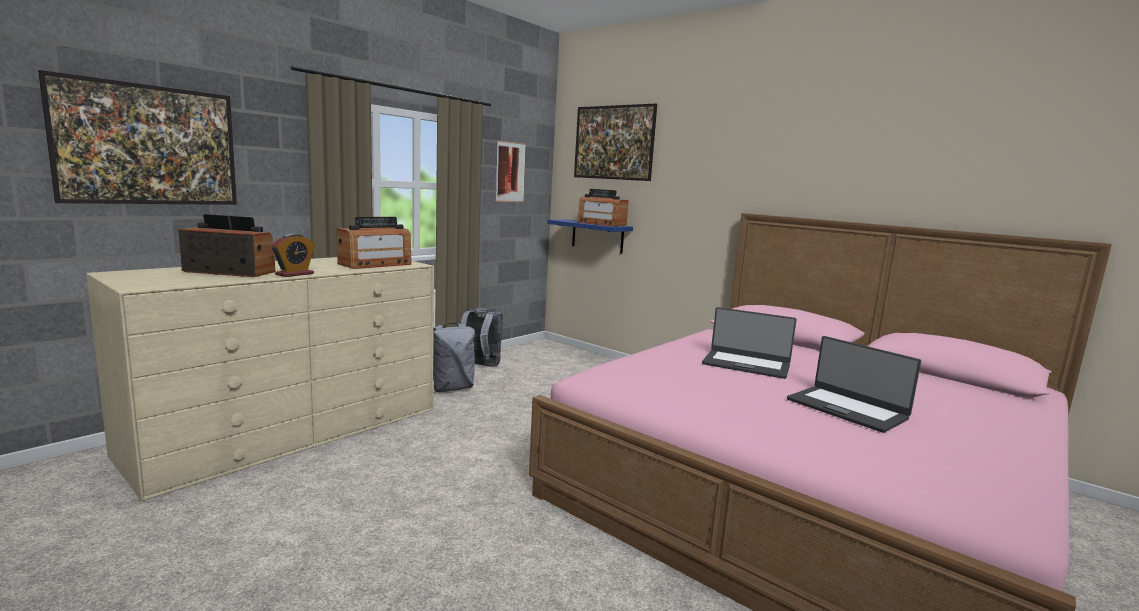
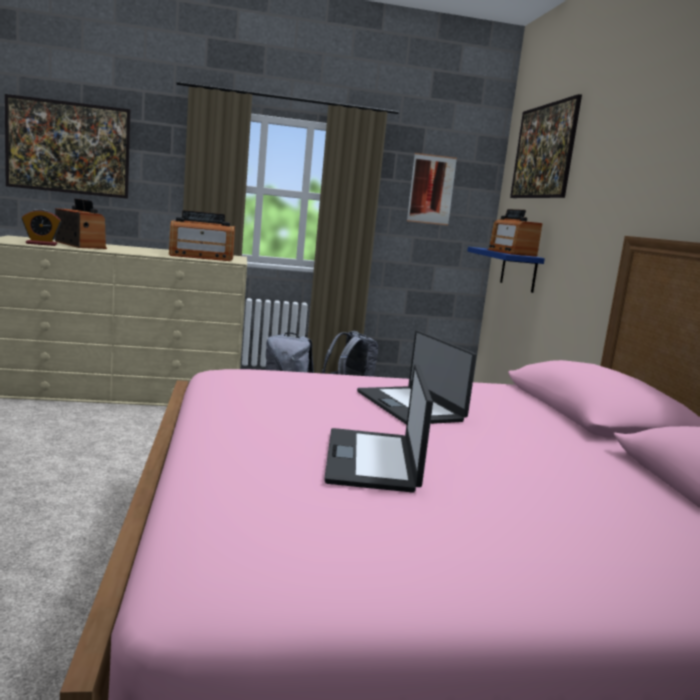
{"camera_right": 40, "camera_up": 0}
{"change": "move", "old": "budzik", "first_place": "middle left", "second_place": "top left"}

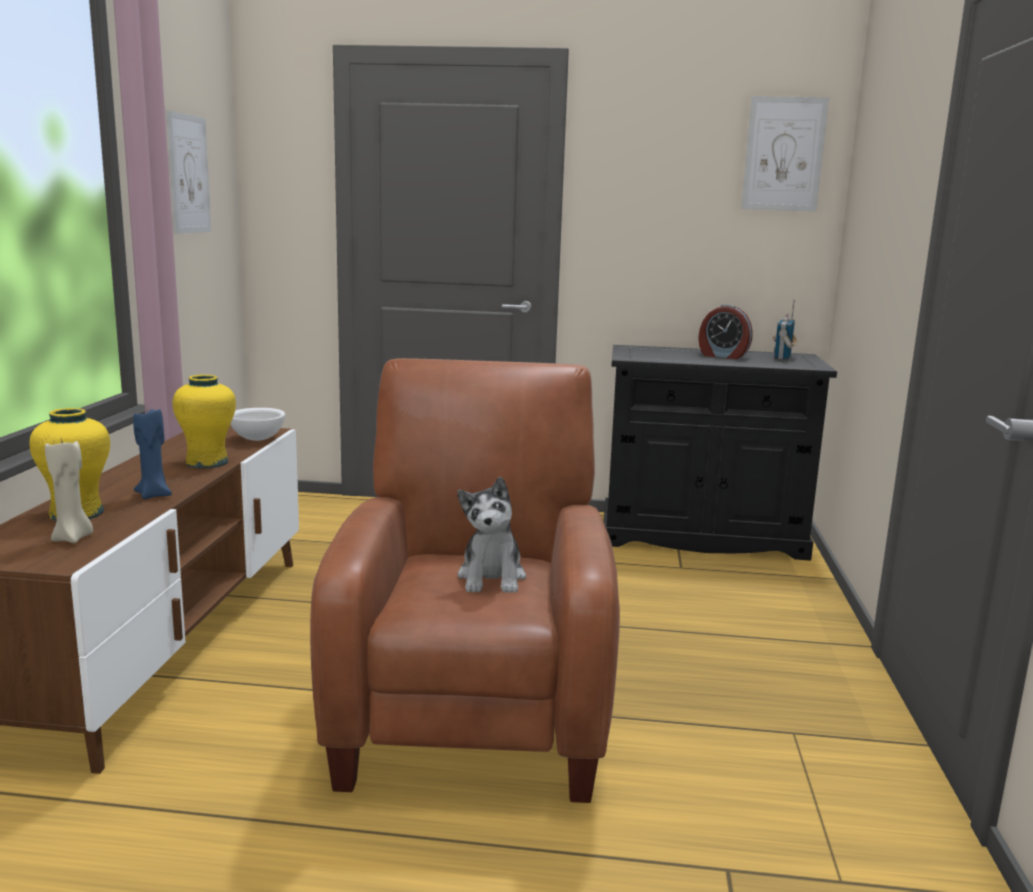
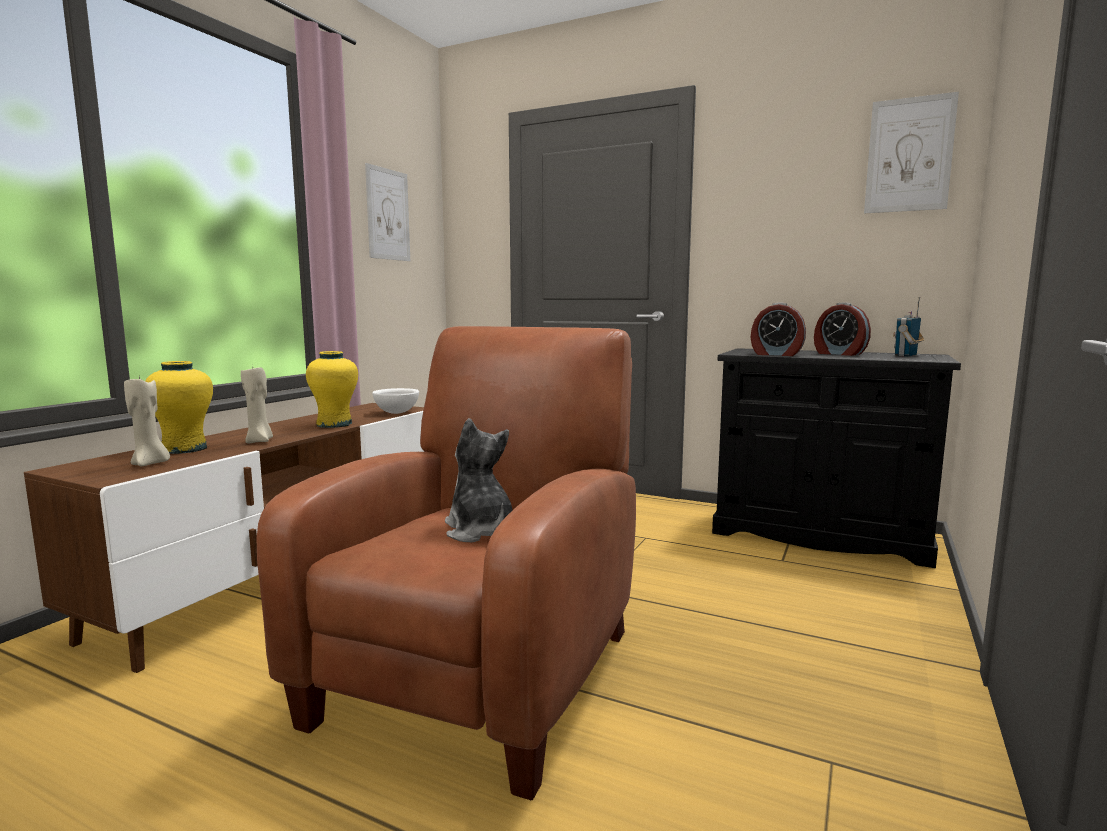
{"camera_right": 20, "camera_up": -5}
{"change": "insert", "new": "budzik (1st from left)", "second_place": "middle right"}
{"change": "recolor", "old": "świeca/niebieski", "new": "świeca/beżowy (2nd from left)", "first_place": "middle left", "second_place": "middle left"}
{"change": "rotate", "old": "pluszak", "first_place": "centre", "second_place": "centre", "degrees": 135}

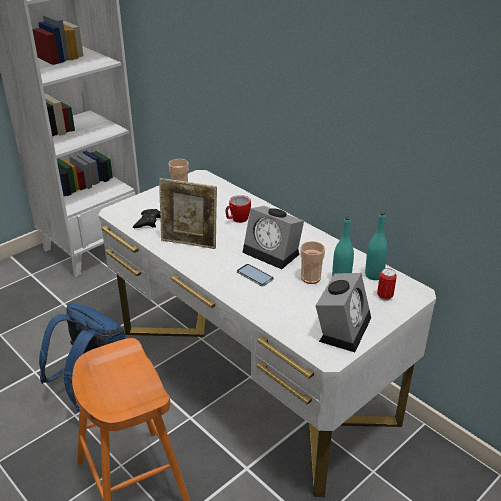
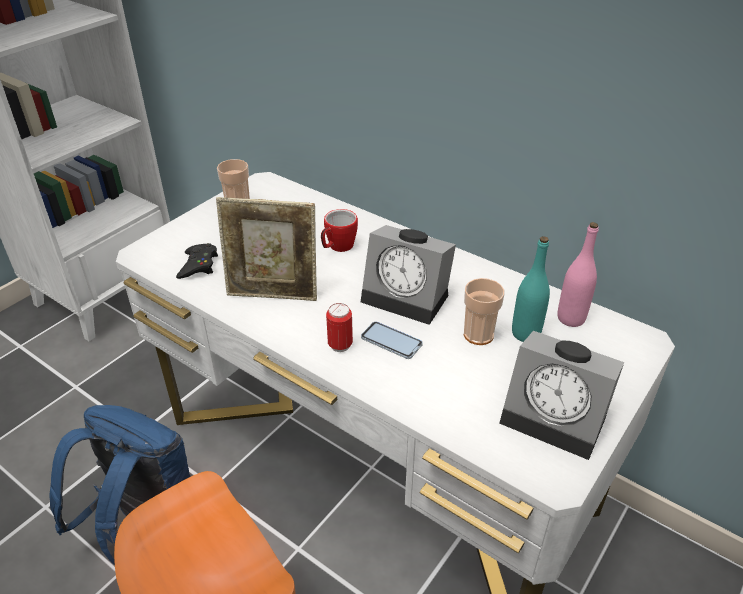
{"camera_right": -10, "camera_up": 5}
{"change": "move", "old": "puszka", "first_place": "middle right", "second_place": "centre"}
{"change": "recolor", "old": "butelka/turkusowy (2nd from left)", "new": "butelka/różowy", "first_place": "middle right", "second_place": "middle right"}
{"change": "rotate", "old": "budzik (2nd from left)", "first_place": "middle right", "second_place": "middle right", "degrees": 105}

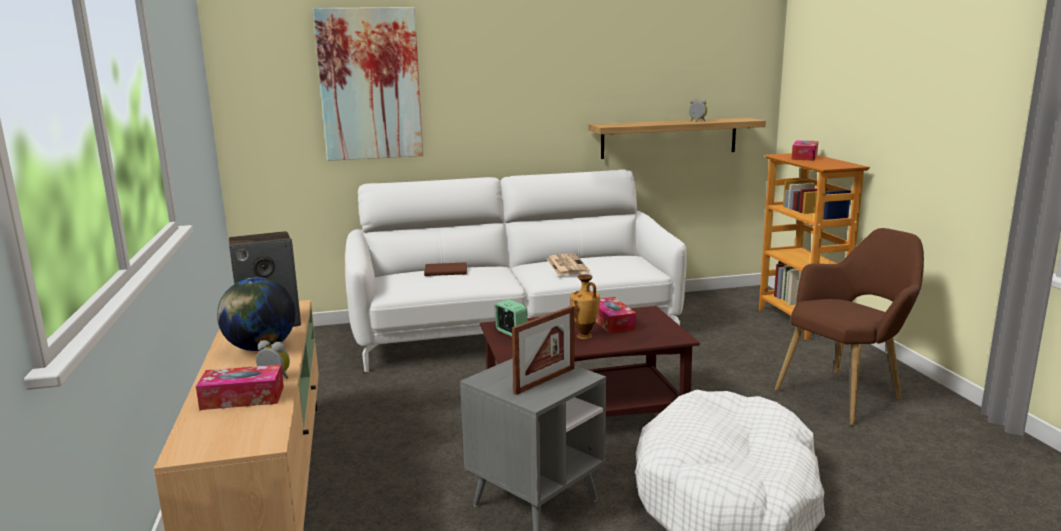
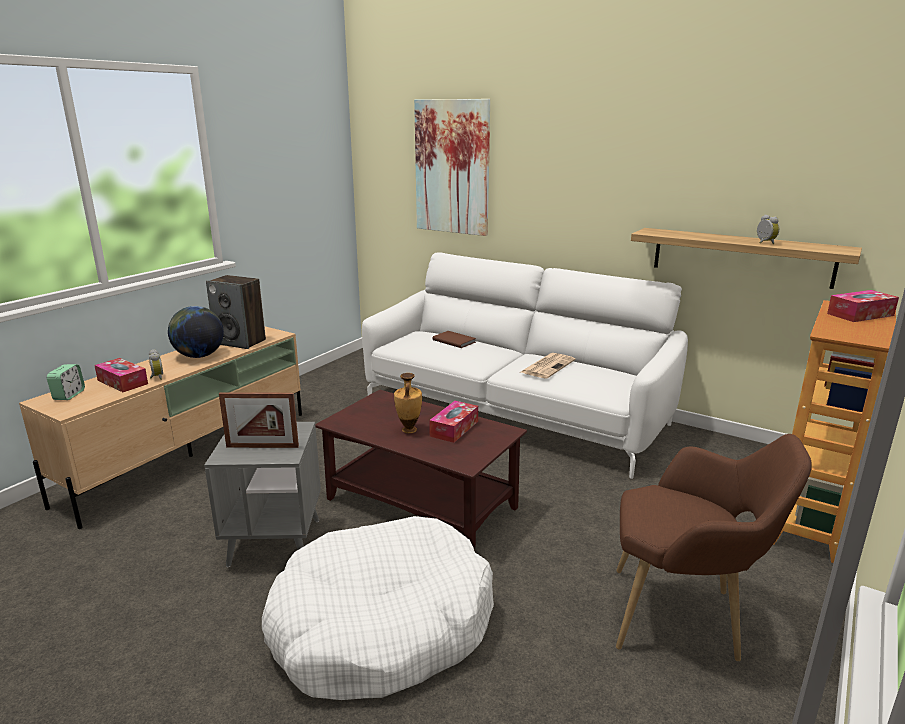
{"camera_right": 45, "camera_up": 5}
{"change": "move", "old": "budzik (2nd from left in the first image)", "new": "budzik (1st from left)", "first_place": "centre", "second_place": "middle left"}

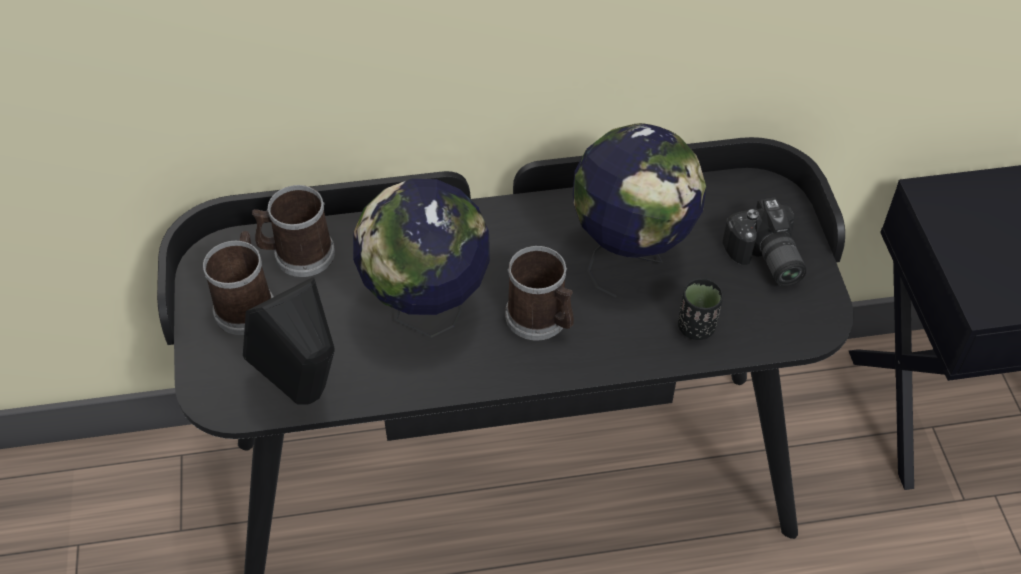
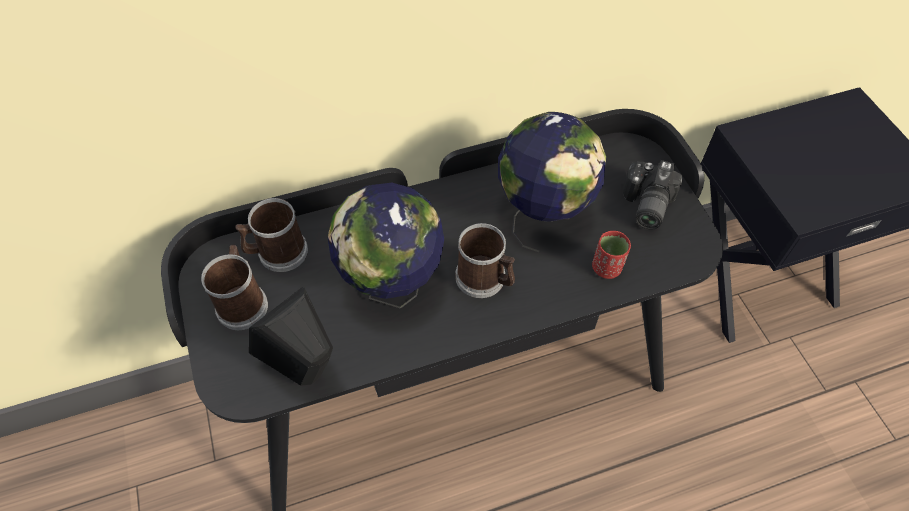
{"camera_right": -10, "camera_up": 5}
{"change": "recolor", "old": "filiżanka/czarny", "new": "filiżanka/czerwony", "first_place": "middle right", "second_place": "middle right"}
{"change": "rotate", "old": "aparat fotograficzny", "first_place": "middle right", "second_place": "middle right", "degrees": 45}

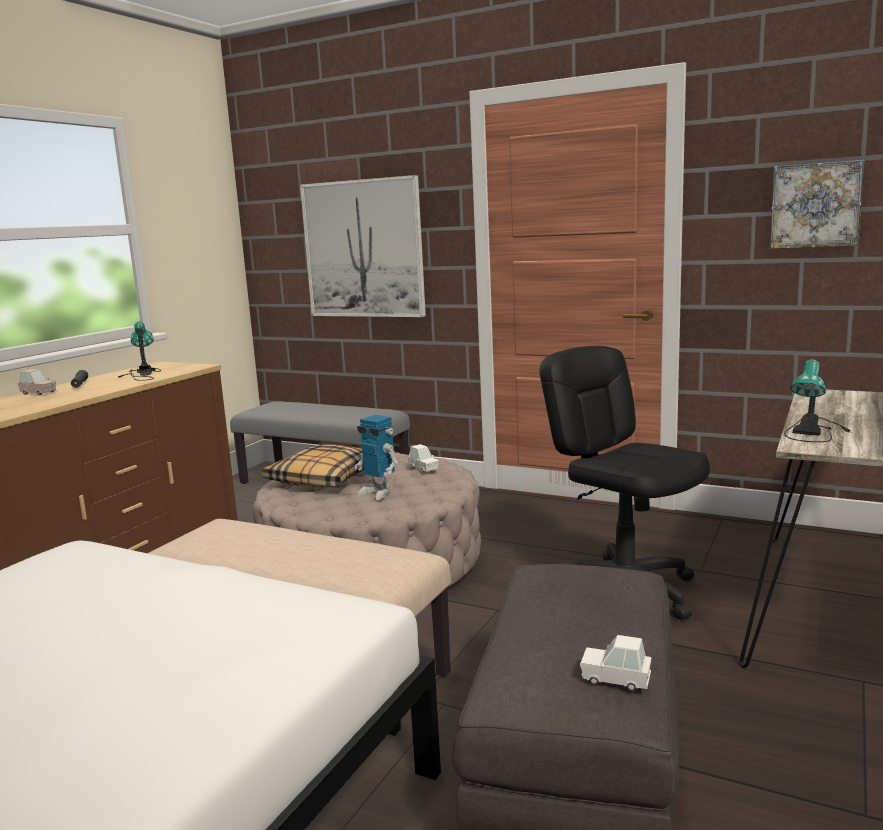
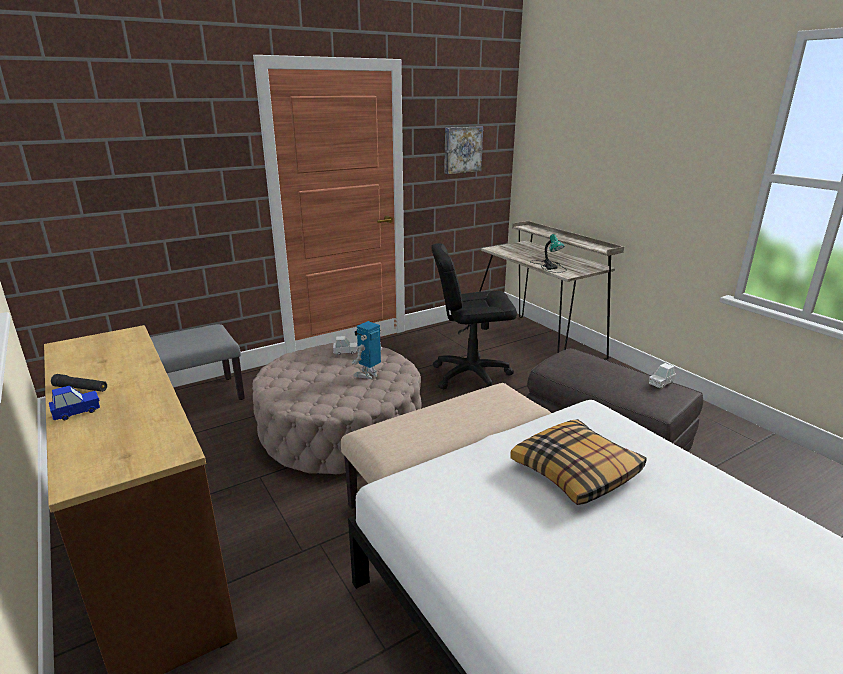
{"camera_right": -60, "camera_up": 10}
{"change": "delete", "old": "lampa stołowa (1st from left)", "first_place": "middle left"}
{"change": "delete", "old": "obraz (1st from left)", "first_place": "top centre"}
{"change": "move", "old": "poduszka", "first_place": "centre", "second_place": "bottom right"}
{"change": "recolor", "old": "samochodzik/różowy", "new": "samochodzik/niebieski", "first_place": "middle left", "second_place": "middle left"}
{"change": "rotate", "old": "robot zabawkowy", "first_place": "centre", "second_place": "centre", "degrees": 150}

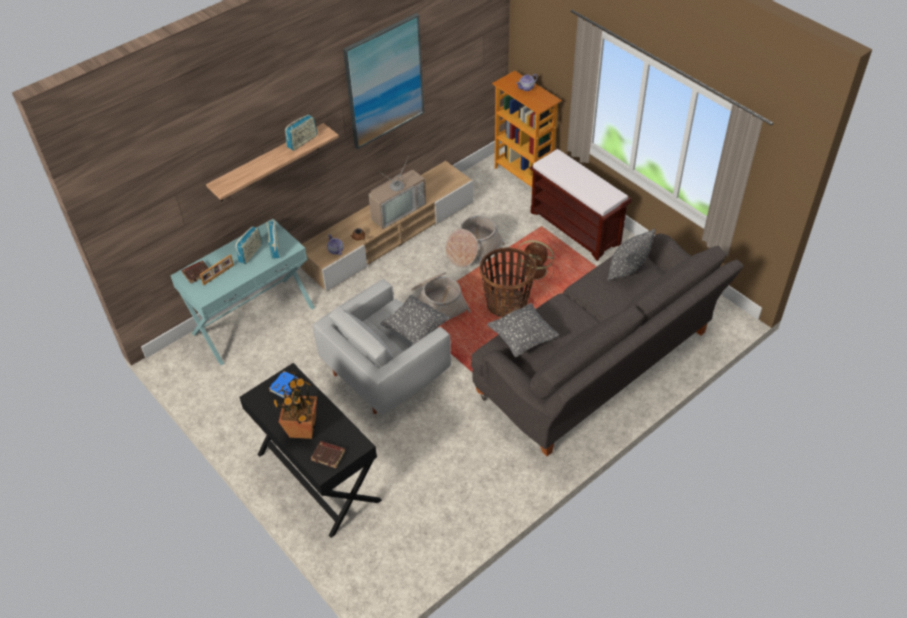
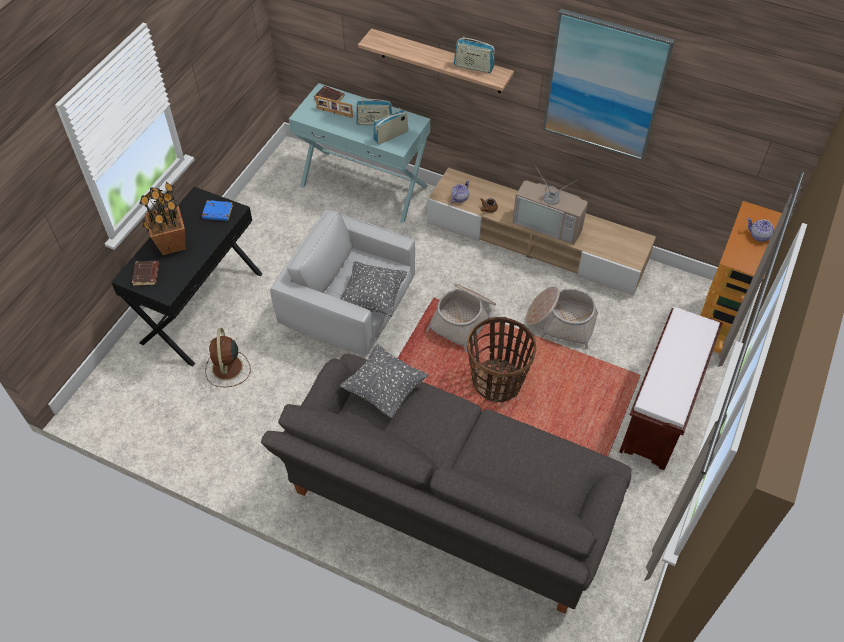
{"camera_right": 65, "camera_up": 5}
{"change": "delete", "old": "poduszka/szary (3rd from left)", "first_place": "middle right"}
{"change": "move", "old": "wentylator/brązowy", "first_place": "centre", "second_place": "middle left"}

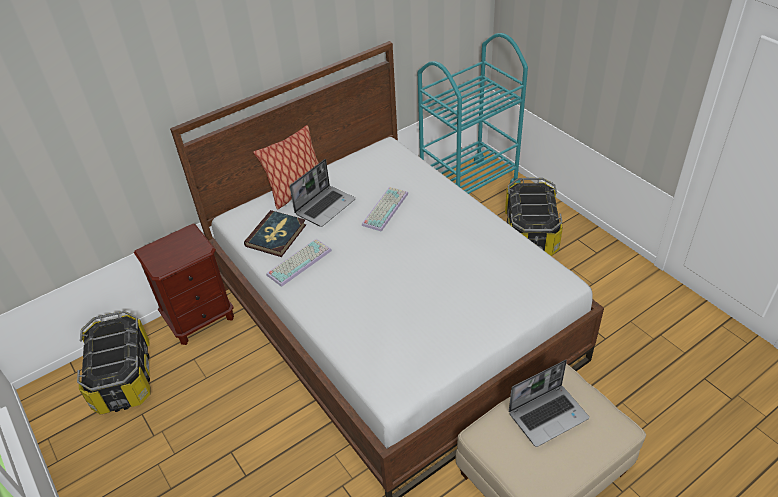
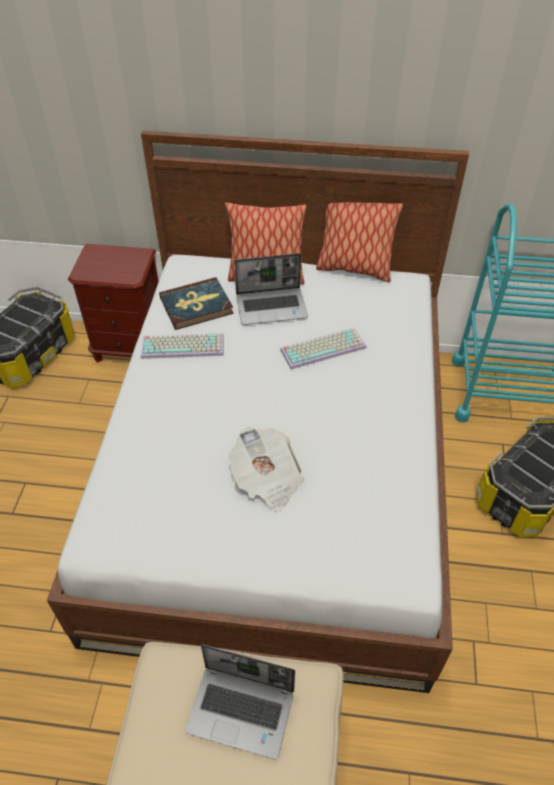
{"camera_right": 40, "camera_up": 5}
{"change": "insert", "new": "gazeta", "second_place": "centre"}
{"change": "insert", "new": "poduszka (2nd from left)", "second_place": "top centre"}

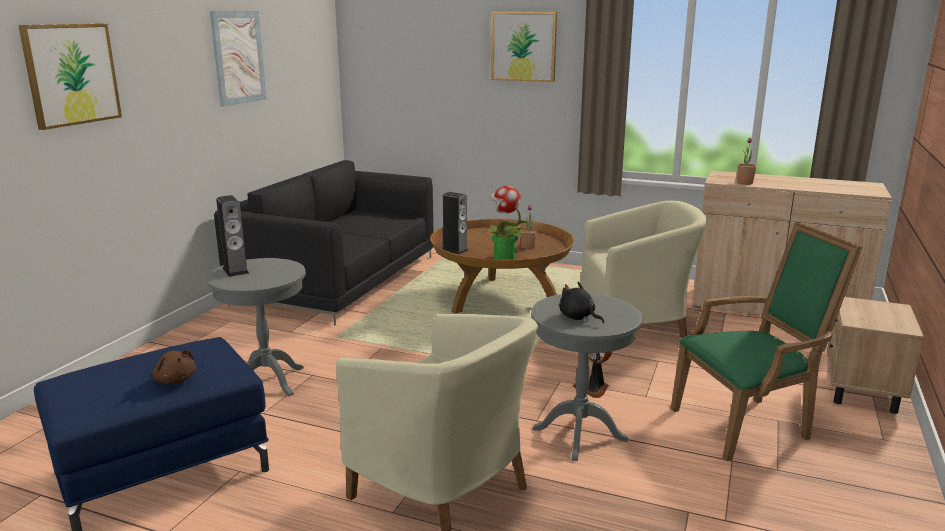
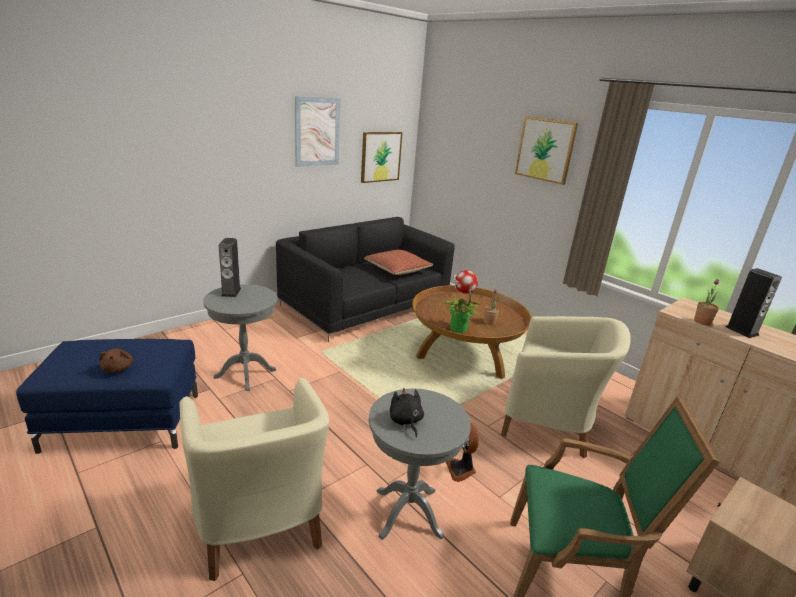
{"camera_right": 25, "camera_up": 5}
{"change": "insert", "new": "poduszka", "second_place": "centre"}
{"change": "move", "old": "obraz (1st from left in the first image)", "new": "obraz (2nd from left)", "first_place": "top left", "second_place": "top centre"}
{"change": "move", "old": "głośnik (2nd from left)", "first_place": "centre", "second_place": "middle right"}

